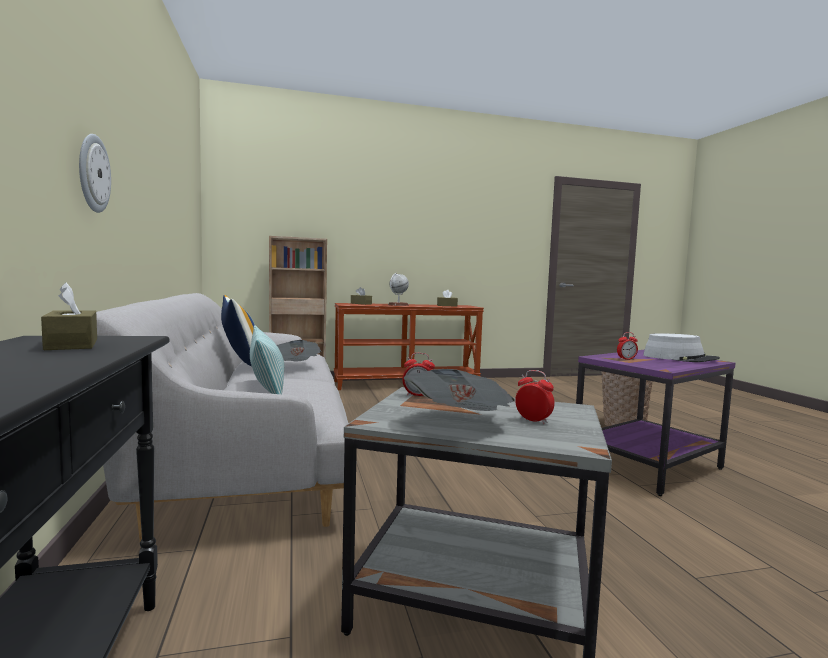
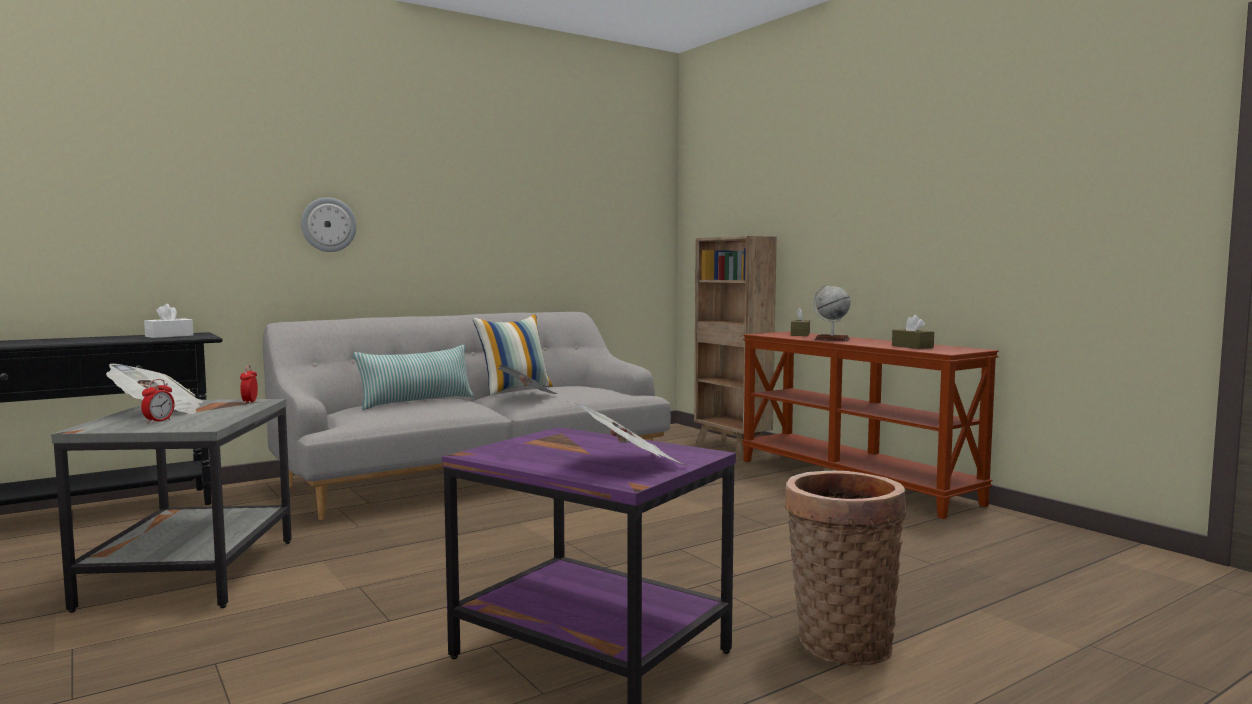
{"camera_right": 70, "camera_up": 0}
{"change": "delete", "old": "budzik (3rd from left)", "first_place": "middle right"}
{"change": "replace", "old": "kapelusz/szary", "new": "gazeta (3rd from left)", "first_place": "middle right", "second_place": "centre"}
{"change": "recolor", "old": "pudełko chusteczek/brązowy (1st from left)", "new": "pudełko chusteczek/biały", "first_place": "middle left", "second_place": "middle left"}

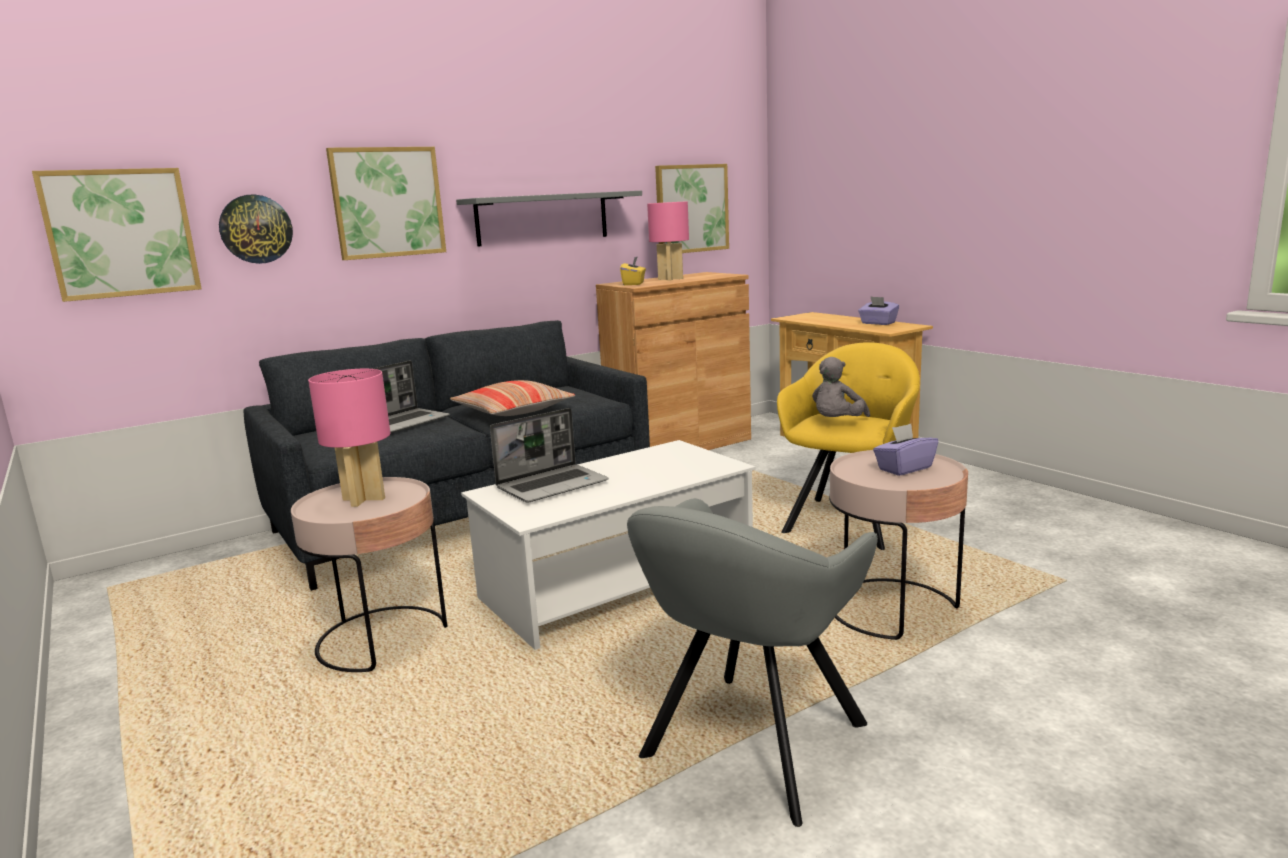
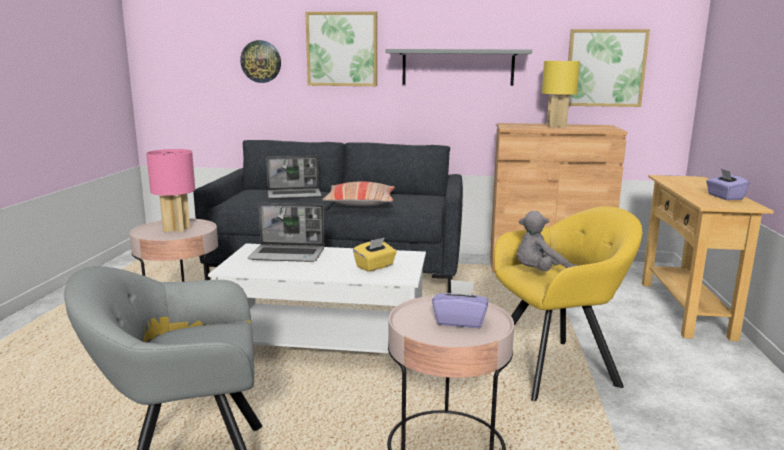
{"camera_right": 40, "camera_up": 0}
{"change": "delete", "old": "obraz (1st from left)", "first_place": "top left"}
{"change": "move", "old": "pudełko chusteczek/żółty", "first_place": "top centre", "second_place": "centre"}
{"change": "recolor", "old": "lampa stołowa/różowy (2nd from left)", "new": "lampa stołowa/żółty", "first_place": "top centre", "second_place": "top right"}

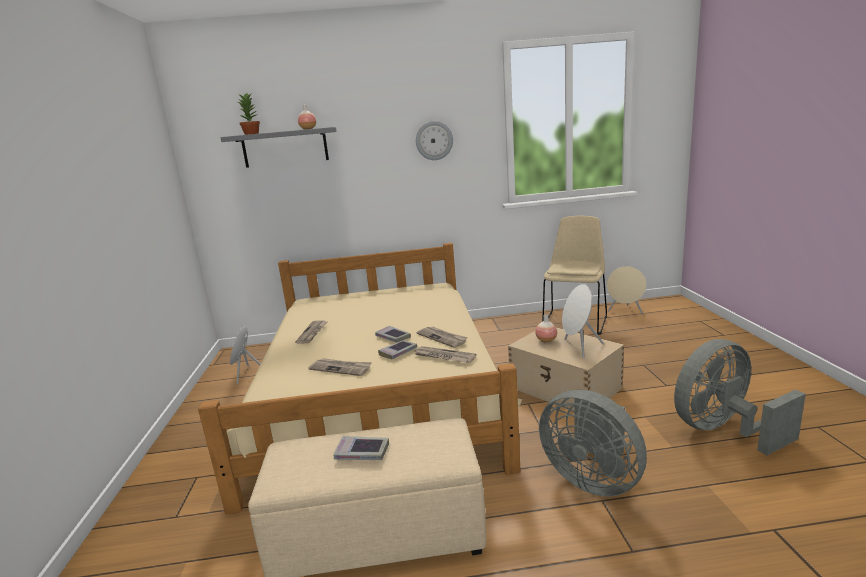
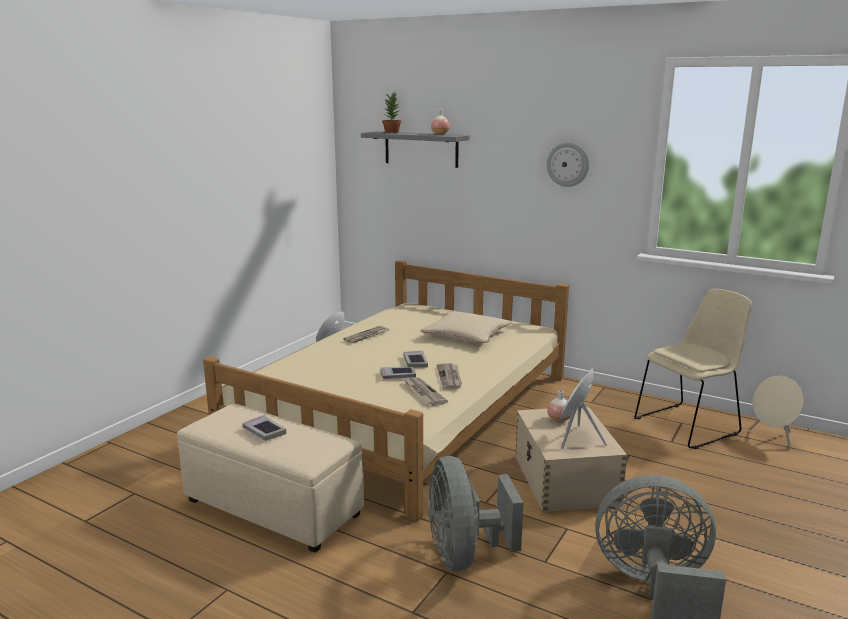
{"camera_right": 35, "camera_up": 0}
{"change": "delete", "old": "gazeta (2nd from left)", "first_place": "centre"}
{"change": "insert", "new": "poduszka/beżowy", "second_place": "centre"}

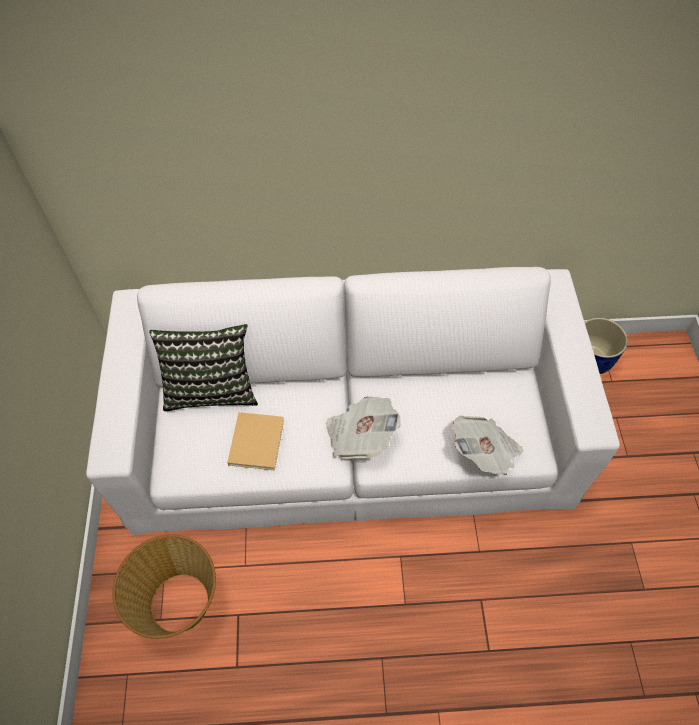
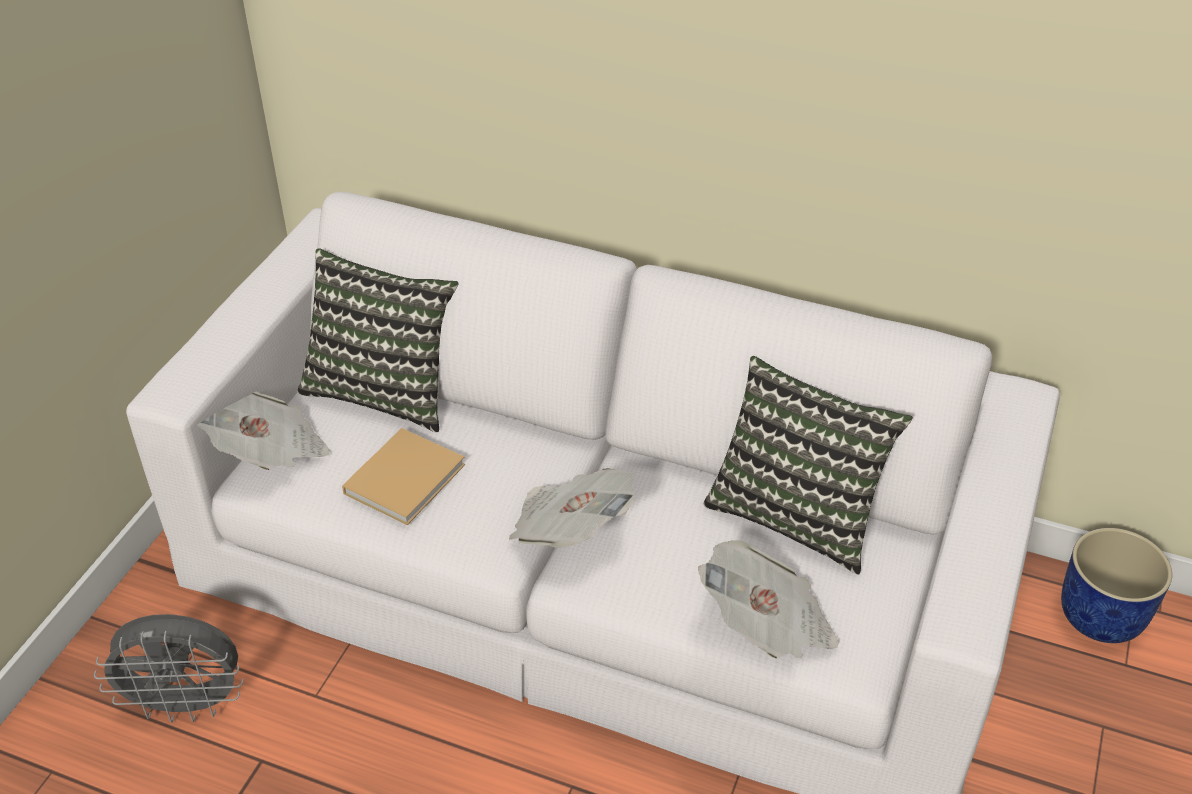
{"camera_right": 25, "camera_up": -15}
{"change": "insert", "new": "gazeta (1st from left)", "second_place": "middle left"}
{"change": "insert", "new": "poduszka (2nd from left)", "second_place": "middle right"}
{"change": "replace", "old": "koszyk", "new": "wentylator/szary", "first_place": "bottom left", "second_place": "bottom left"}

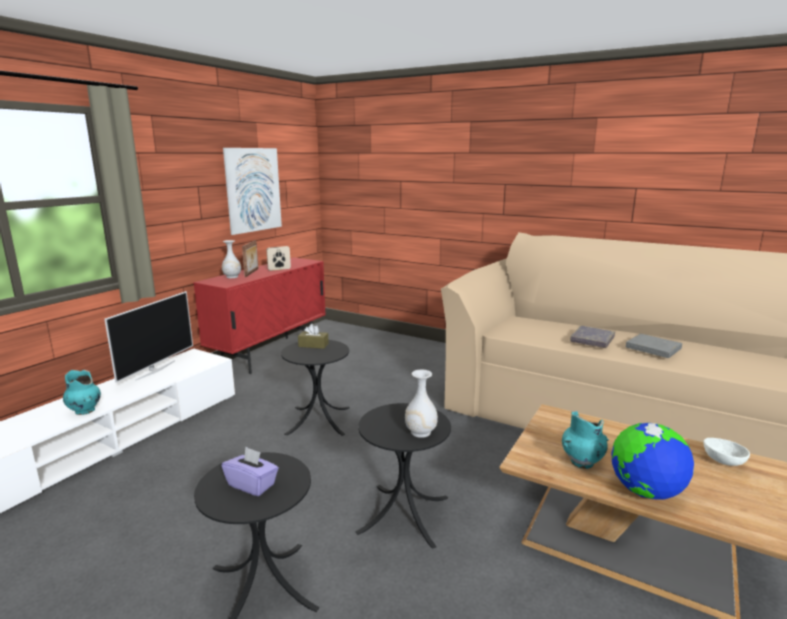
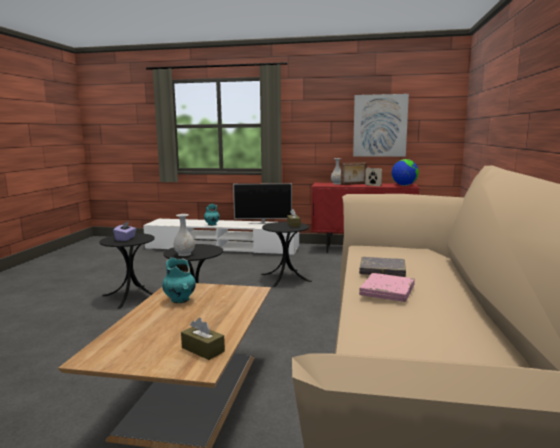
{"camera_right": 70, "camera_up": -5}
{"change": "move", "old": "globus", "first_place": "bottom right", "second_place": "middle right"}
{"change": "replace", "old": "miska/biały", "new": "pudełko chusteczek/brązowy (1st from left)", "first_place": "bottom right", "second_place": "bottom centre"}
{"change": "recolor", "old": "książka/szary (2nd from left)", "new": "książka/różowy", "first_place": "middle right", "second_place": "middle right"}

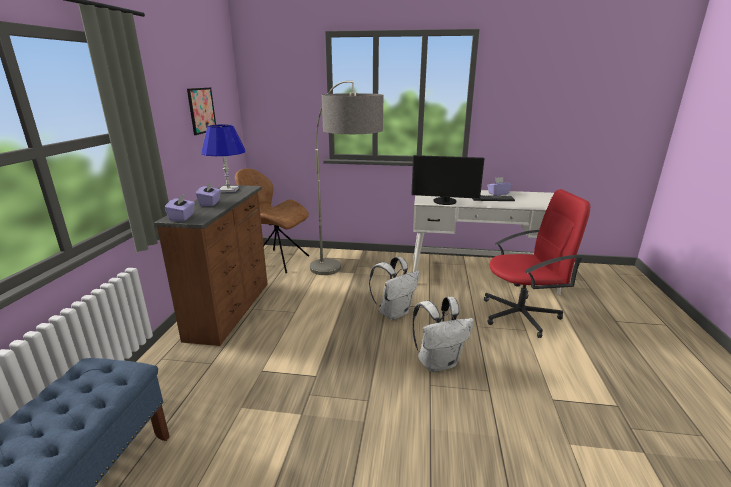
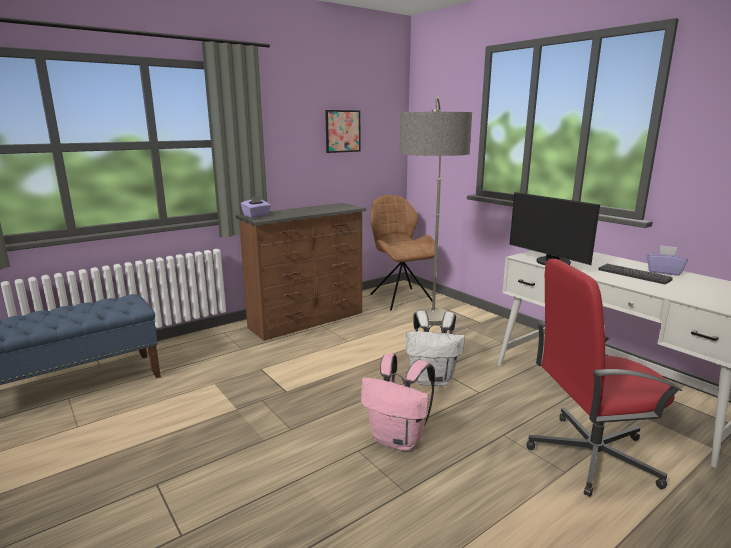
{"camera_right": 45, "camera_up": -5}
{"change": "delete", "old": "pudełko chusteczek/fioletowy (2nd from left)", "first_place": "middle left"}
{"change": "delete", "old": "lampa stołowa/niebieski", "first_place": "top left"}
{"change": "recolor", "old": "plecak/biały (2nd from left)", "new": "plecak/różowy", "first_place": "bottom centre", "second_place": "bottom centre"}
{"change": "rotate", "old": "krzesło biurowe/czerwony", "first_place": "middle right", "second_place": "bottom right", "degrees": 135}

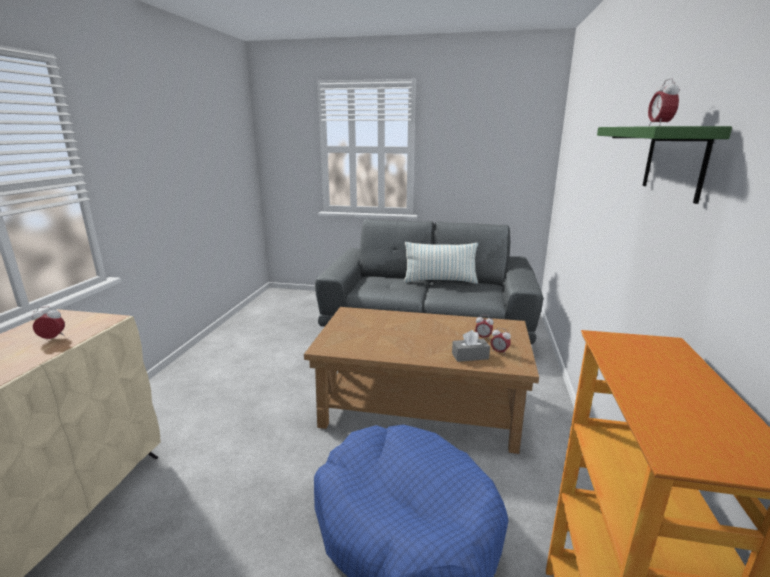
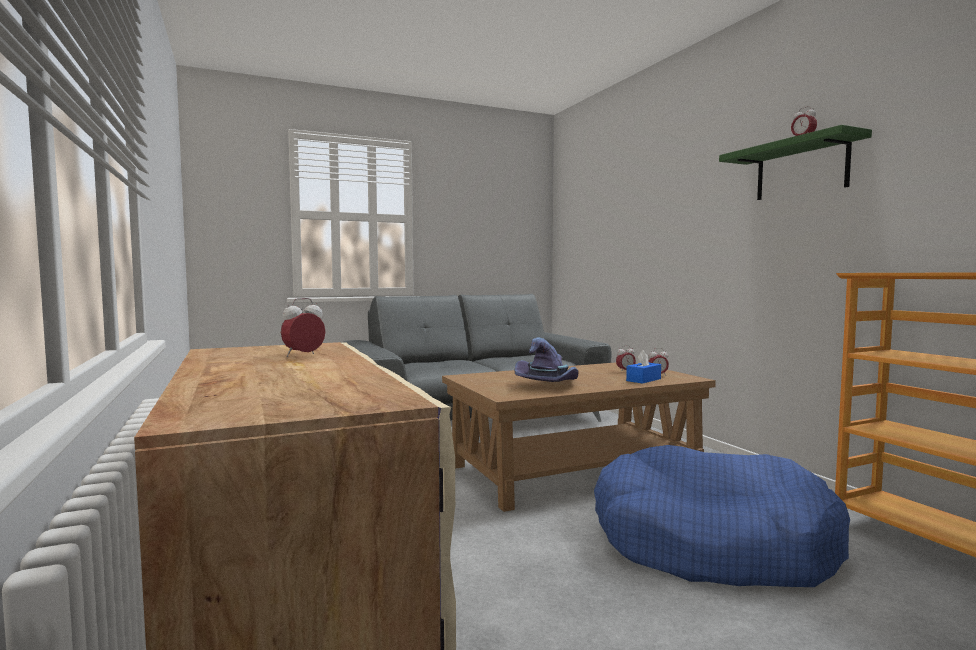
{"camera_right": -35, "camera_up": -15}
{"change": "delete", "old": "poduszka", "first_place": "centre"}
{"change": "insert", "new": "kapelusz/fioletowy", "second_place": "centre"}
{"change": "recolor", "old": "pudełko chusteczek/szary", "new": "pudełko chusteczek/niebieski", "first_place": "centre", "second_place": "centre"}

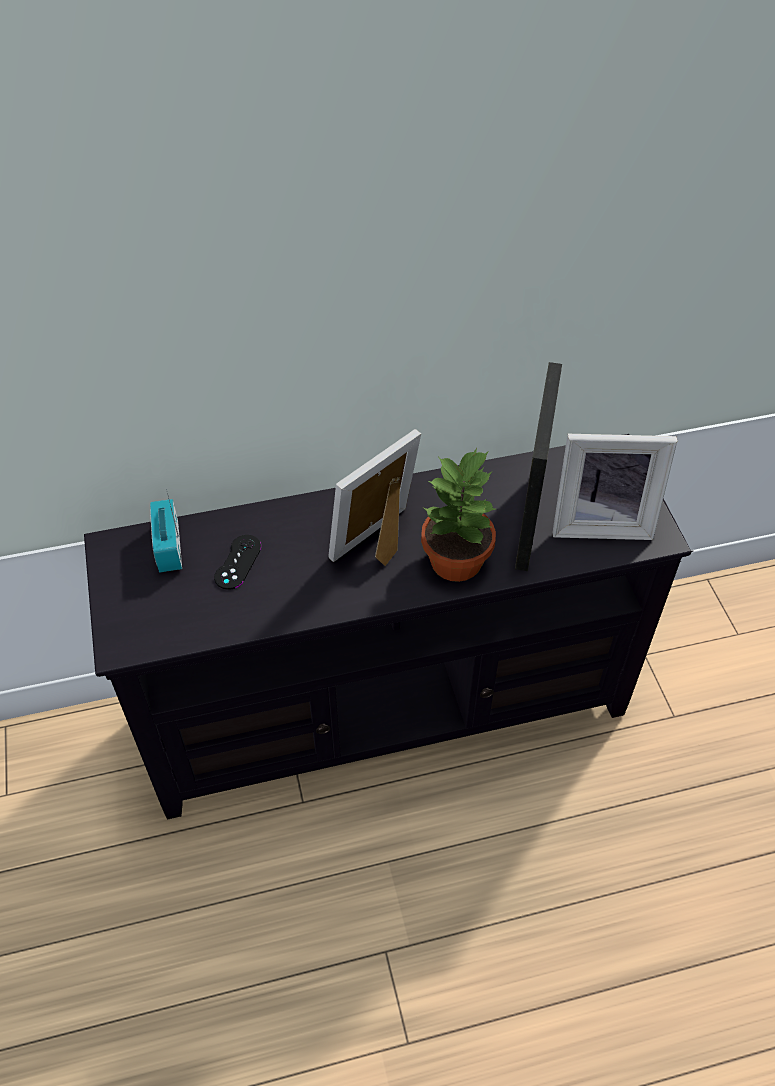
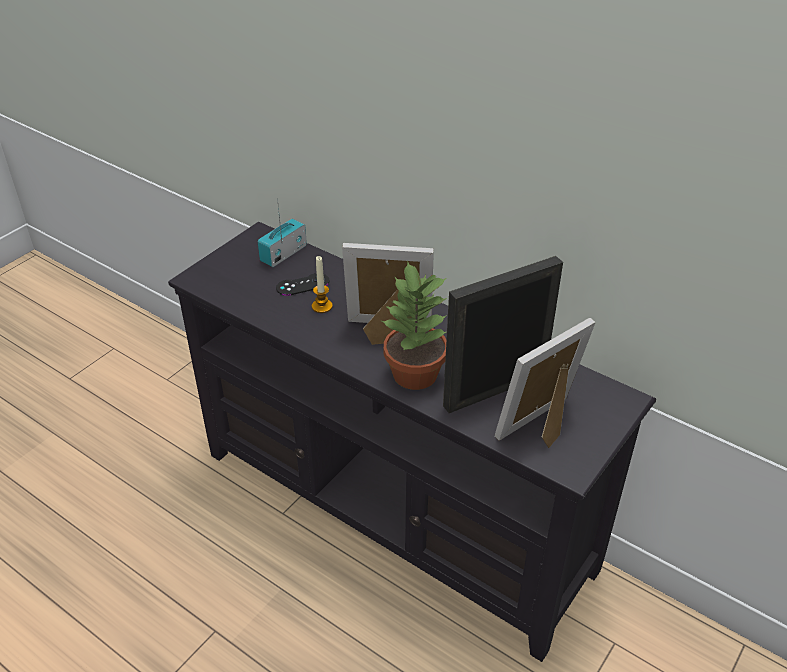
{"camera_right": 50, "camera_up": -10}
{"change": "insert", "new": "świeca", "second_place": "centre"}
{"change": "rotate", "old": "ramka na zdjęcie (3rd from left)", "first_place": "middle right", "second_place": "middle right", "degrees": 90}

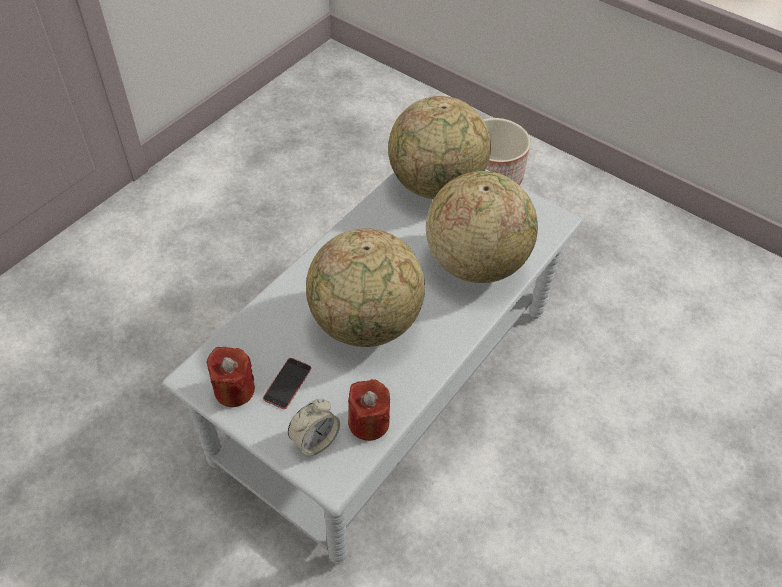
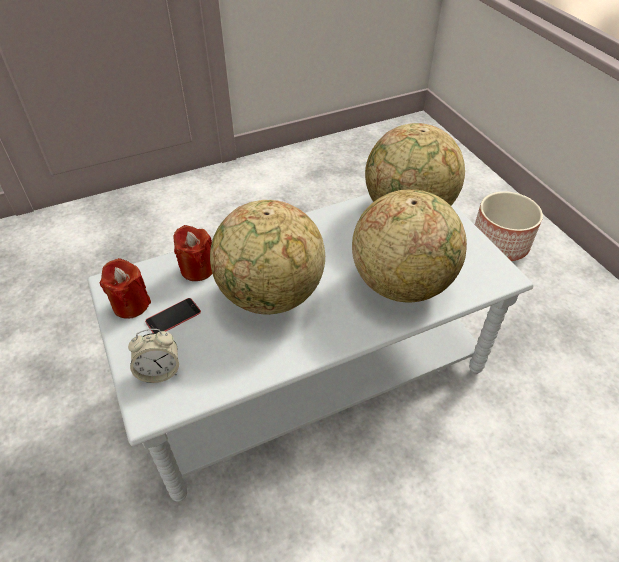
{"camera_right": 30, "camera_up": -5}
{"change": "move", "old": "świeca/czerwony (2nd from left)", "first_place": "bottom centre", "second_place": "middle left"}

